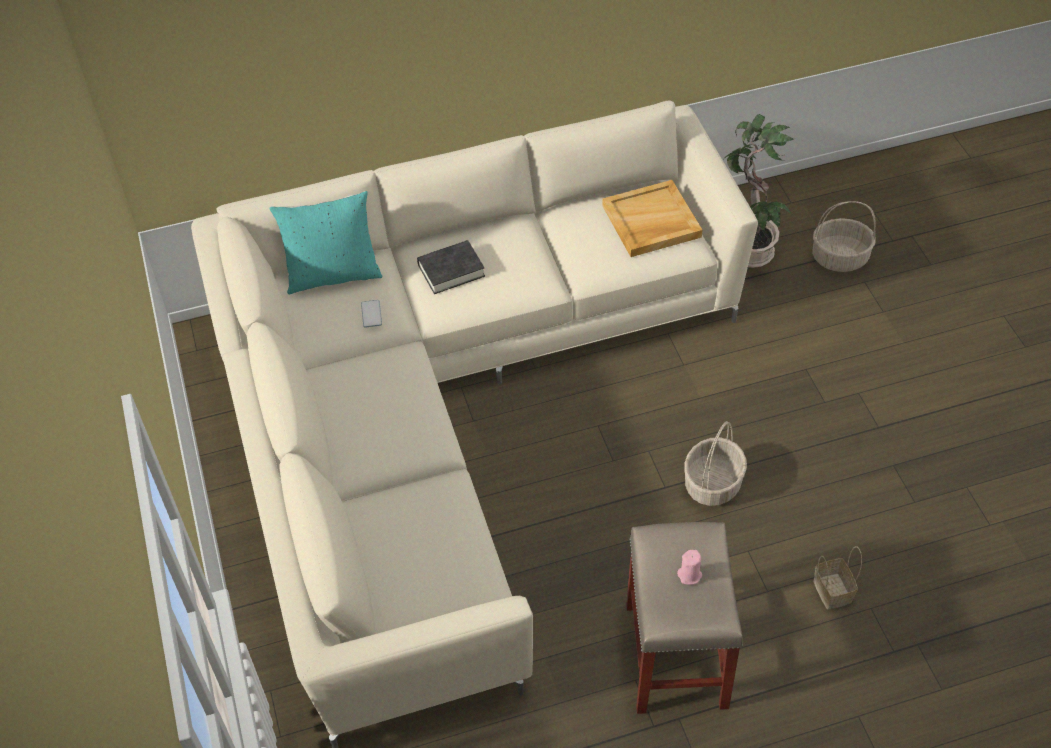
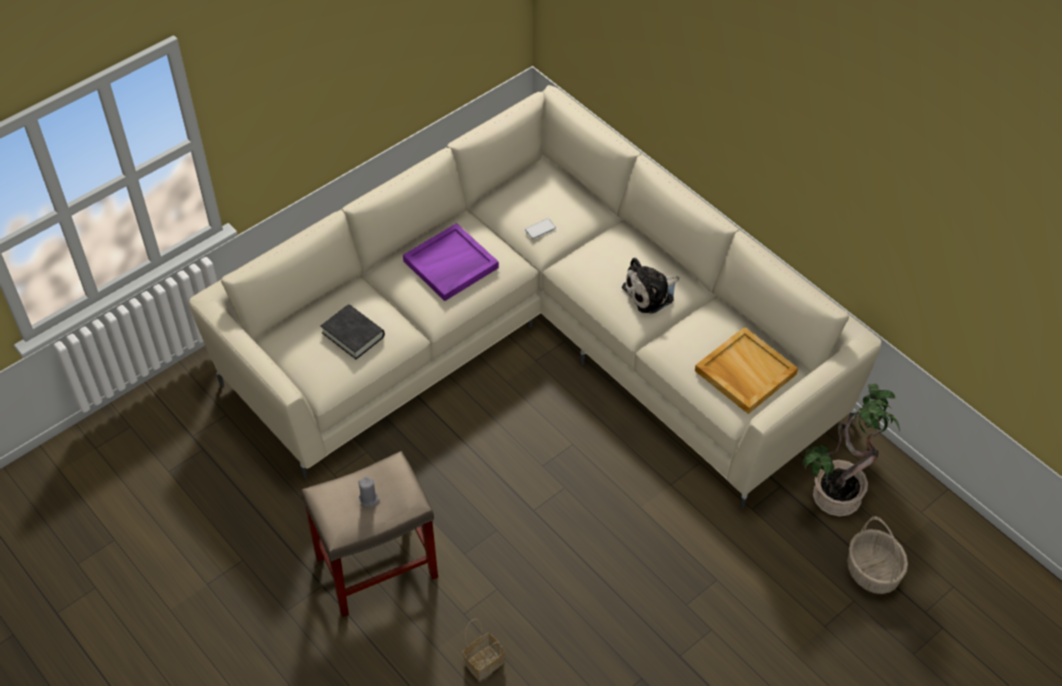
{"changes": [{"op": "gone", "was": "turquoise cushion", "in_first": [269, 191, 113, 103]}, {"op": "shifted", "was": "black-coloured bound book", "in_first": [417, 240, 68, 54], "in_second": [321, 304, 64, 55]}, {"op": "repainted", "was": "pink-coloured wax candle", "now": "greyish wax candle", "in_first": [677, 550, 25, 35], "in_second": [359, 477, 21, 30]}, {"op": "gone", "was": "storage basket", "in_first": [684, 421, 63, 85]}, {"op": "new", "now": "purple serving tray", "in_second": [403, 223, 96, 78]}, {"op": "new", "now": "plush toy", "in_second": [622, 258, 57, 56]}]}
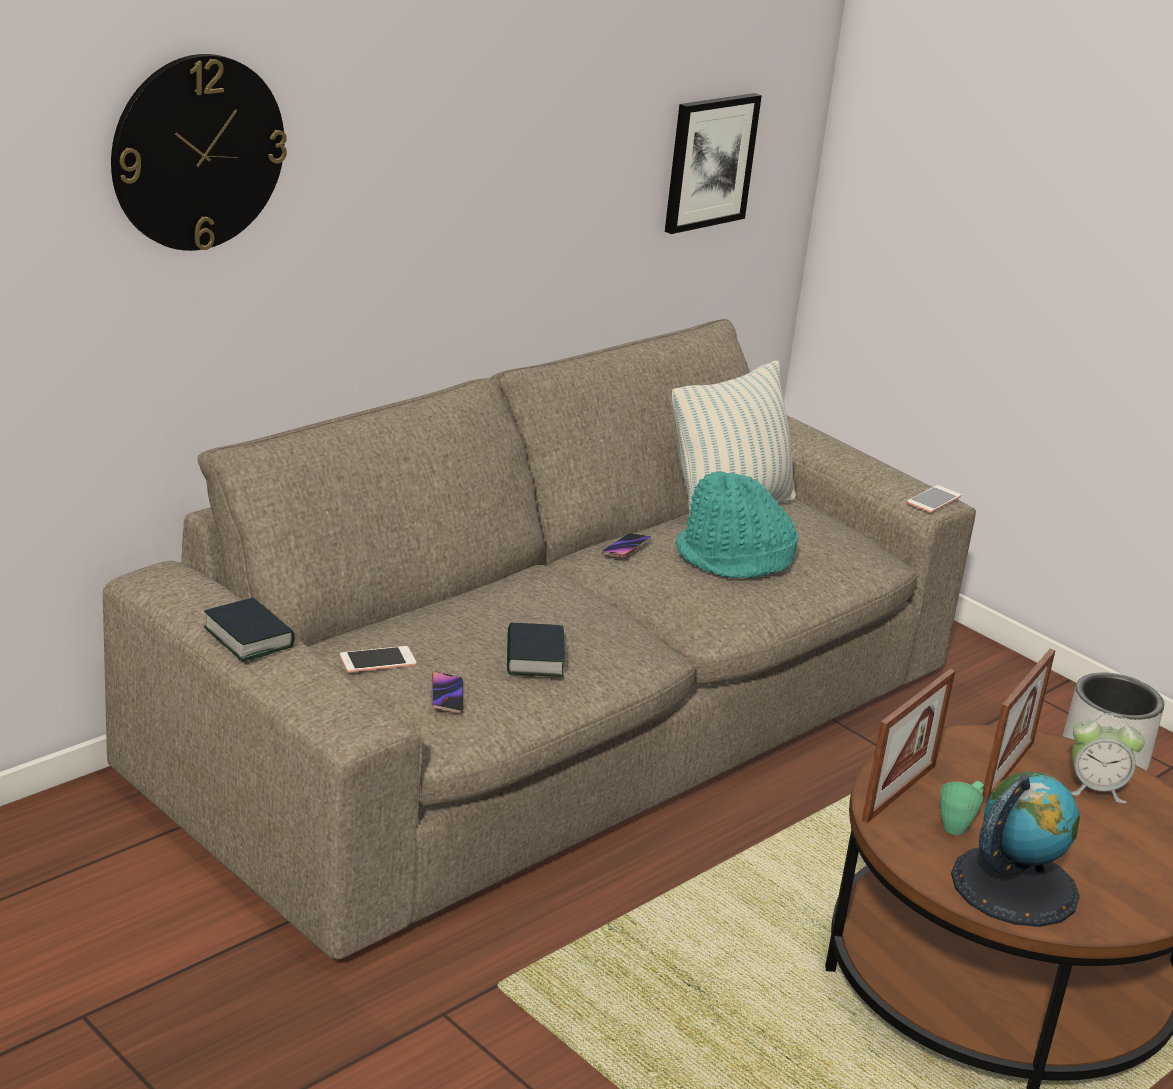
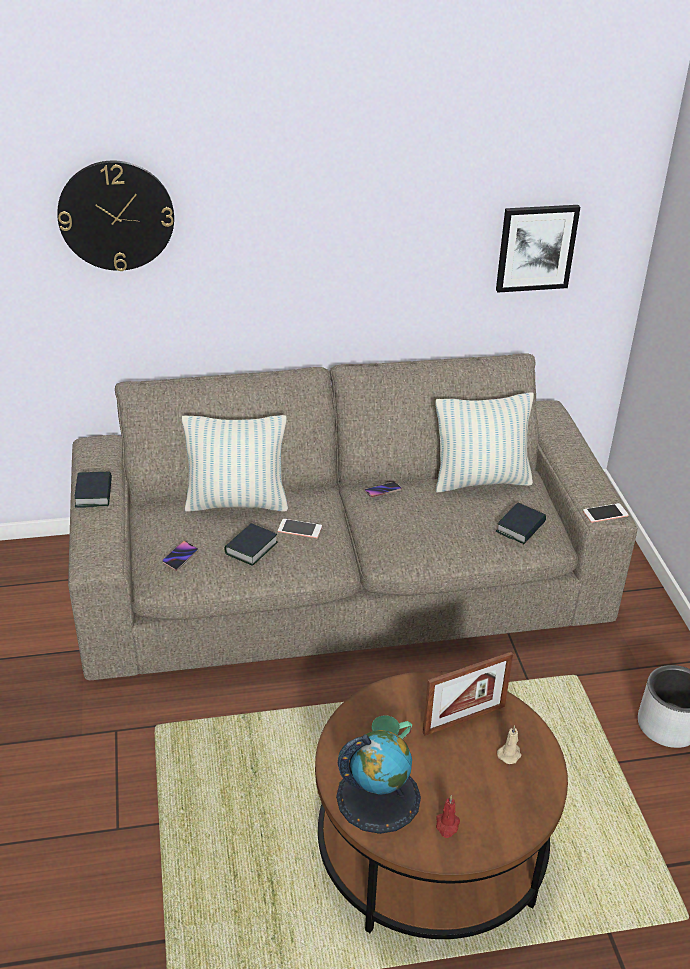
{"changes": [{"op": "shifted", "was": "handset", "in_first": [340, 646, 76, 27], "in_second": [278, 519, 44, 19]}, {"op": "gone", "was": "turquoise clothing hat", "in_first": [676, 472, 122, 106]}, {"op": "gone", "was": "picture frame", "in_first": [862, 669, 93, 154]}, {"op": "swapped", "was": "alarm clock", "now": "beige wax candle", "in_first": [1071, 713, 74, 90], "in_second": [497, 725, 24, 39]}, {"op": "new", "now": "cushion", "in_second": [182, 415, 106, 97]}, {"op": "new", "now": "red wax candle", "in_second": [436, 795, 24, 43]}, {"op": "new", "now": "bound book", "in_second": [496, 503, 50, 41]}]}
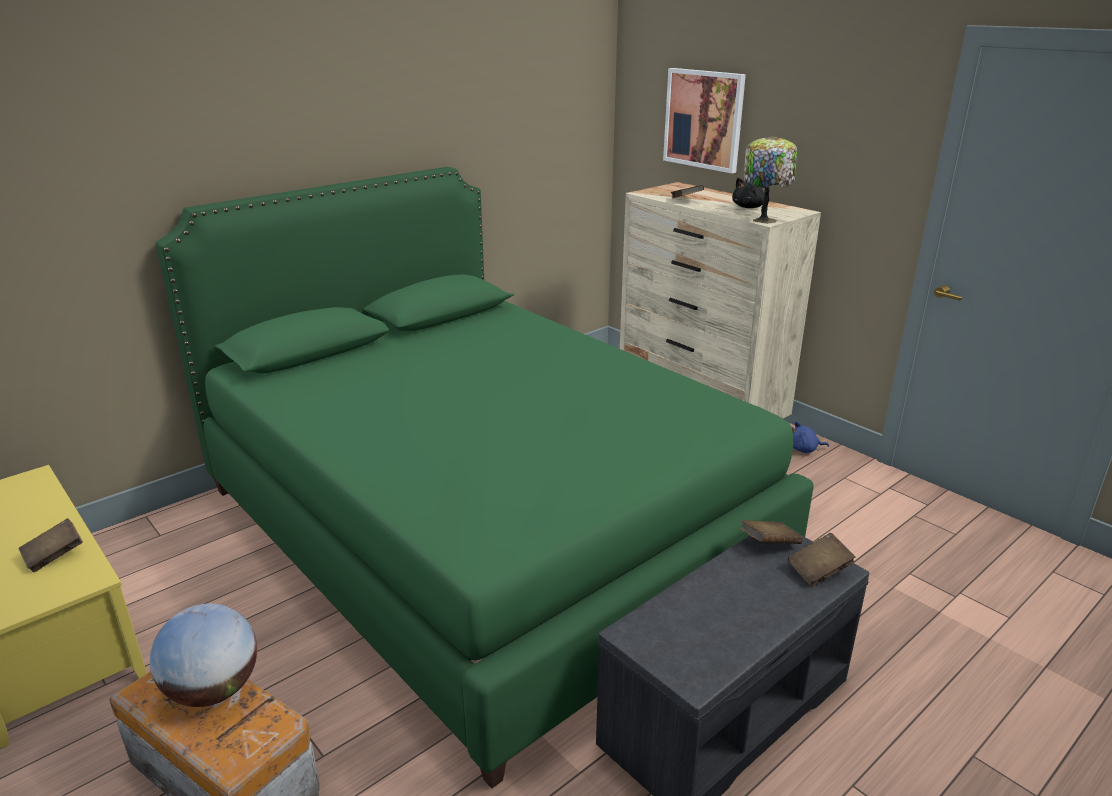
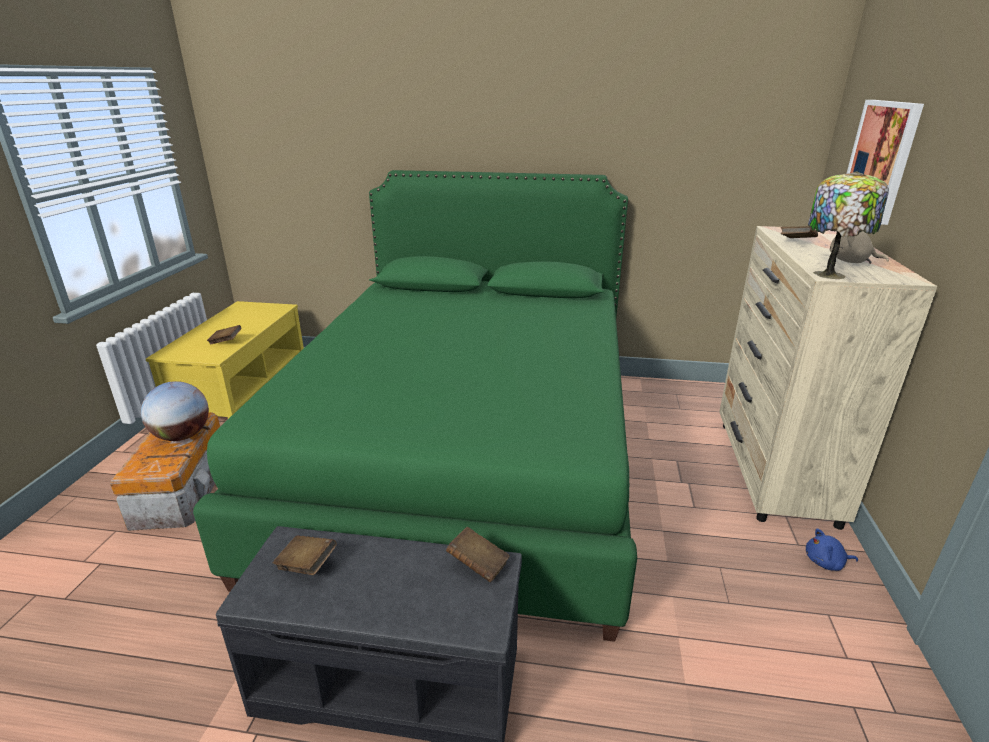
{"changes": [{"op": "repainted", "was": "black-coloured plush toy", "now": "beige plush toy", "in_first": [732, 178, 32, 30], "in_second": [830, 231, 59, 33]}, {"op": "shifted", "was": "brownish bound book", "in_first": [788, 533, 68, 53], "in_second": [273, 535, 64, 40]}, {"op": "rotated", "was": "blue plush toy", "in_first": [792, 421, 37, 32], "in_second": [806, 529, 52, 42], "clockwise": -45}]}
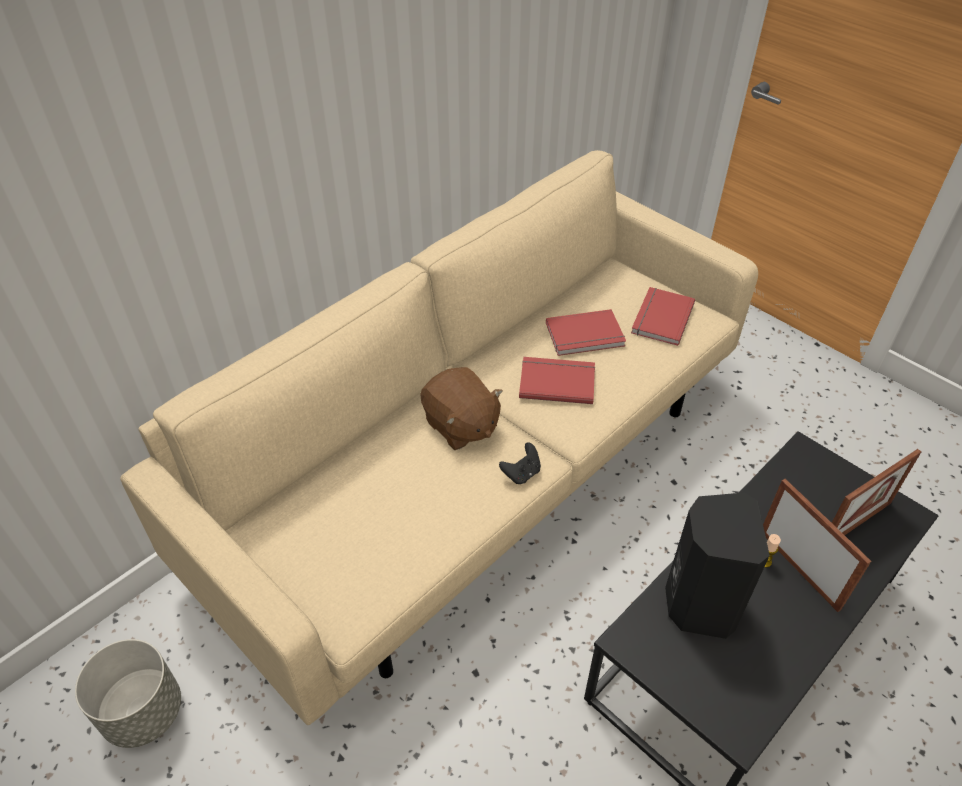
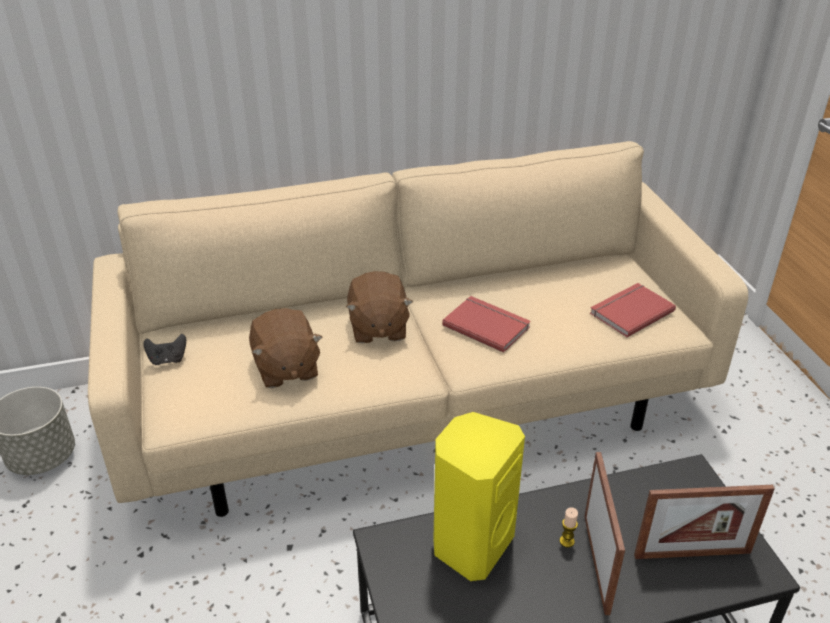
{"changes": [{"op": "shifted", "was": "black-coloured game controller", "in_first": [499, 443, 42, 41], "in_second": [143, 334, 43, 31]}, {"op": "gone", "was": "red bound book", "in_first": [546, 309, 80, 47]}, {"op": "repainted", "was": "black-coloured speaker", "now": "yellow-coloured speaker", "in_first": [665, 492, 105, 147], "in_second": [433, 412, 92, 169]}, {"op": "new", "now": "brownish plush toy", "in_second": [249, 308, 73, 80]}]}
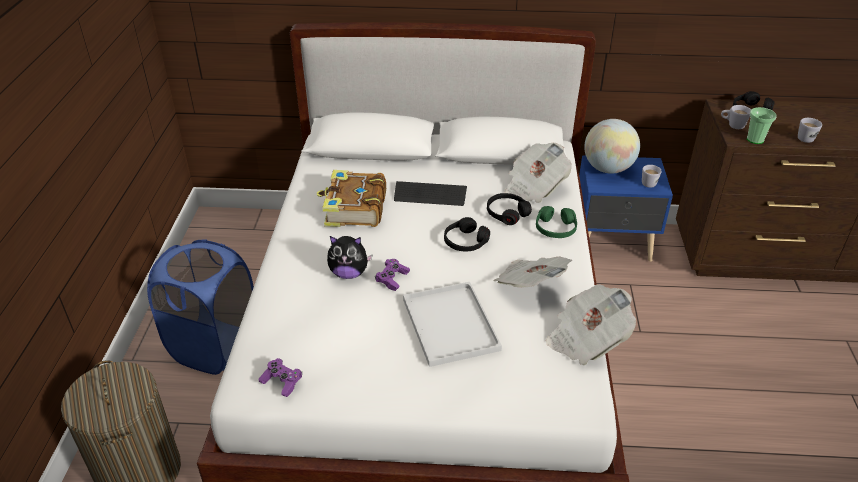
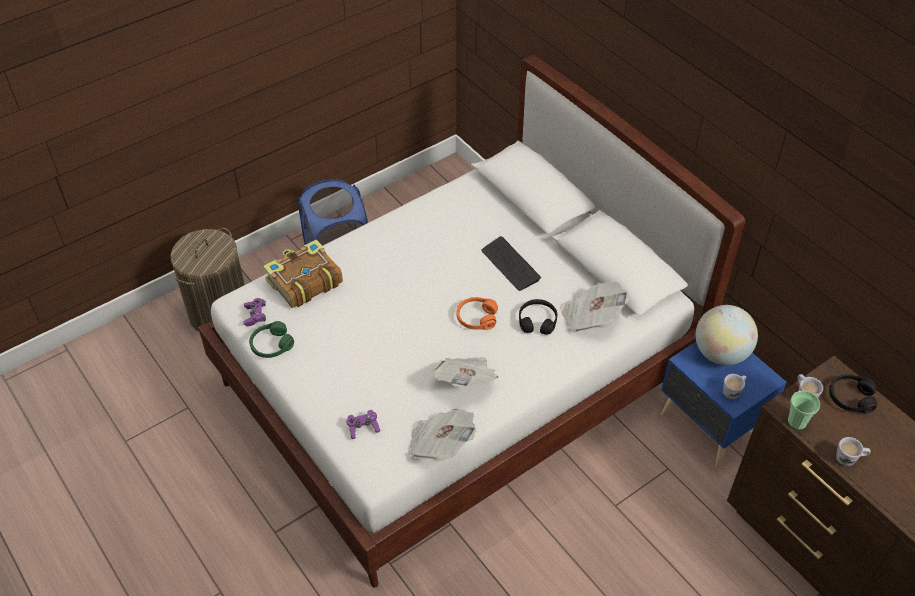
{"changes": [{"op": "shifted", "was": "bound book", "in_first": [316, 170, 70, 57], "in_second": [263, 239, 80, 69]}, {"op": "gone", "was": "plush toy", "in_first": [327, 236, 46, 43]}, {"op": "shifted", "was": "purple game controller", "in_first": [375, 259, 35, 32], "in_second": [346, 410, 35, 29]}, {"op": "gone", "was": "whitish serving tray", "in_first": [403, 282, 99, 85]}, {"op": "repainted", "was": "black-coloured headset", "now": "orange headset", "in_first": [444, 217, 46, 34], "in_second": [457, 297, 41, 33]}, {"op": "shifted", "was": "green-coloured headset", "in_first": [536, 206, 41, 32], "in_second": [249, 321, 45, 37]}]}
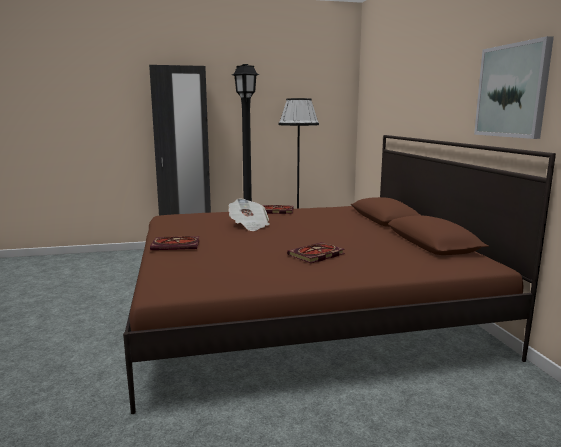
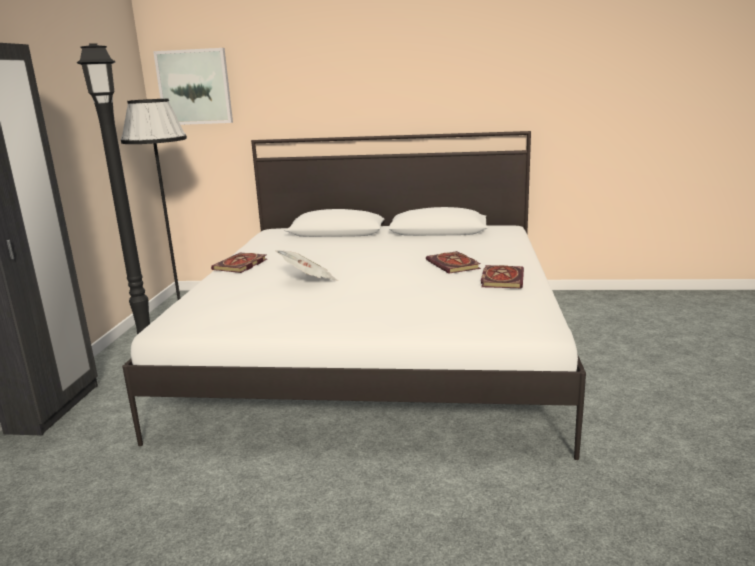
{"changes": [{"op": "repainted", "was": "brownish bed", "now": "whitish bed", "in_first": [123, 135, 433, 279], "in_second": [122, 131, 464, 329]}, {"op": "shifted", "was": "bound book", "in_first": [150, 236, 49, 14], "in_second": [481, 265, 43, 23]}, {"op": "shifted", "was": "wall art", "in_first": [474, 36, 80, 103], "in_second": [153, 48, 80, 77]}]}
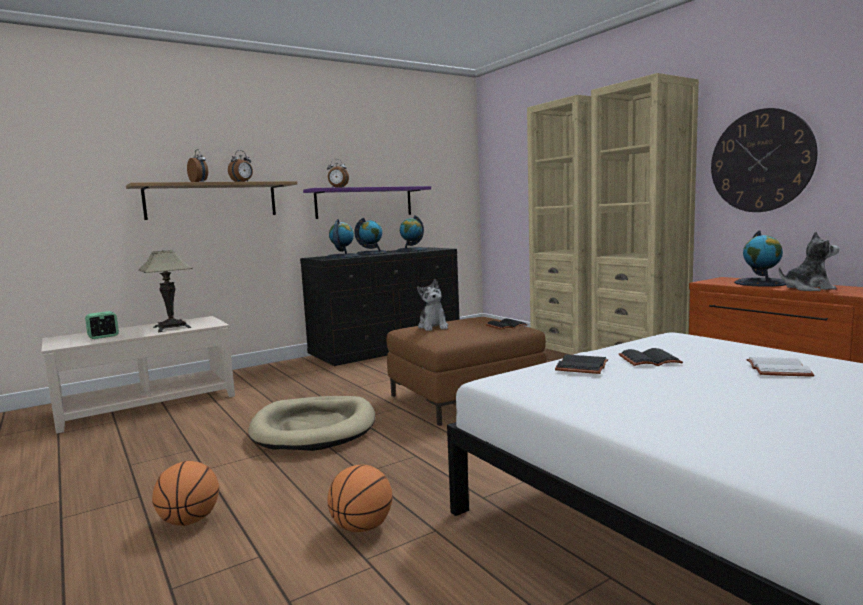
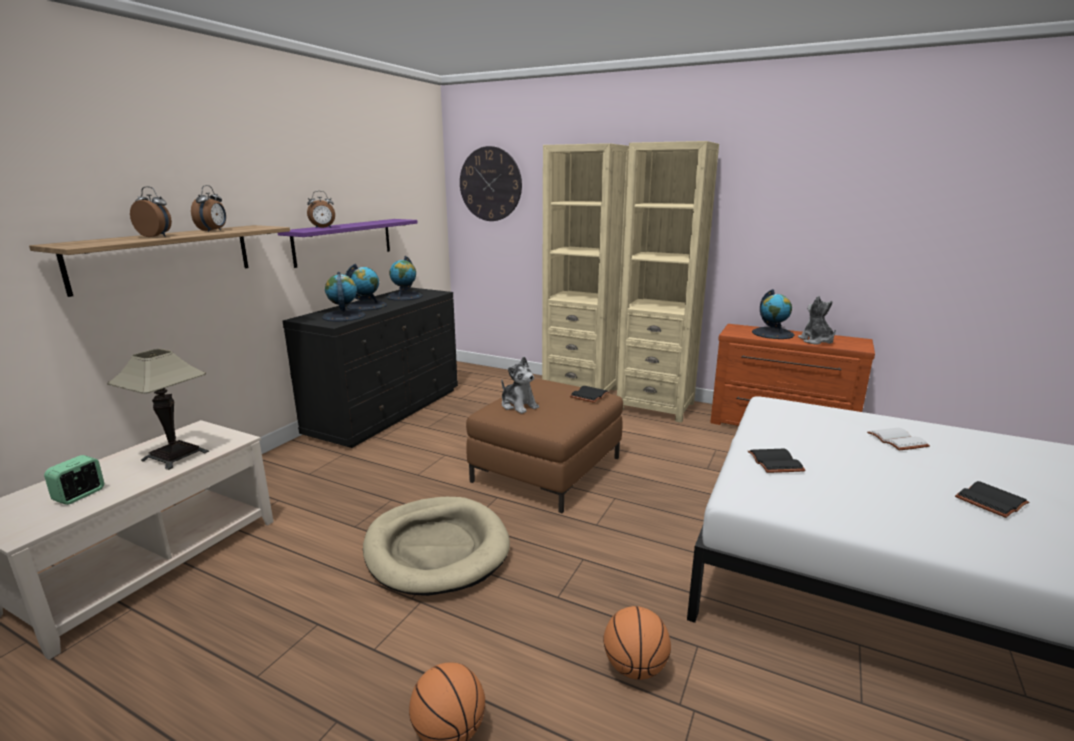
{"changes": [{"op": "shifted", "was": "black-coloured bound book", "in_first": [619, 348, 64, 18], "in_second": [955, 481, 75, 37]}, {"op": "shifted", "was": "wall clock", "in_first": [711, 108, 107, 104], "in_second": [460, 146, 62, 75]}, {"op": "rotated", "was": "plush toy", "in_first": [779, 231, 60, 60], "in_second": [798, 296, 38, 49], "clockwise": -75}]}
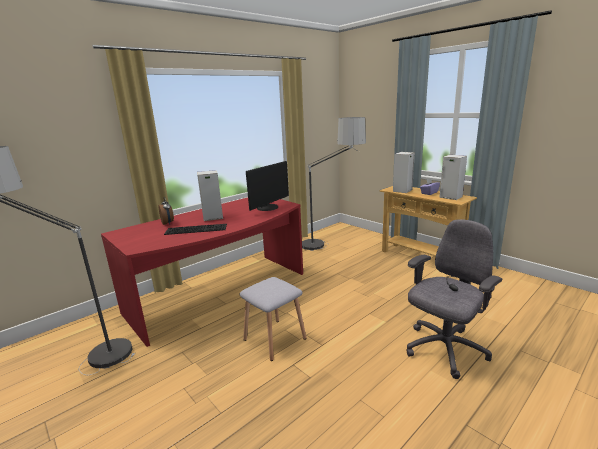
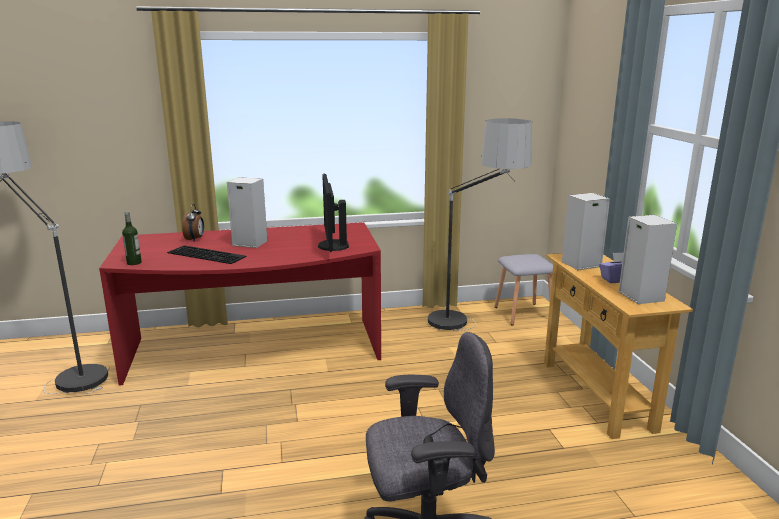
{"changes": [{"op": "shifted", "was": "greyish sitting stool", "in_first": [240, 277, 66, 84], "in_second": [494, 254, 59, 72]}, {"op": "rotated", "was": "computer screen", "in_first": [246, 161, 43, 50], "in_second": [318, 173, 31, 79], "clockwise": 105}, {"op": "new", "now": "bottle", "in_second": [122, 211, 20, 54]}]}
